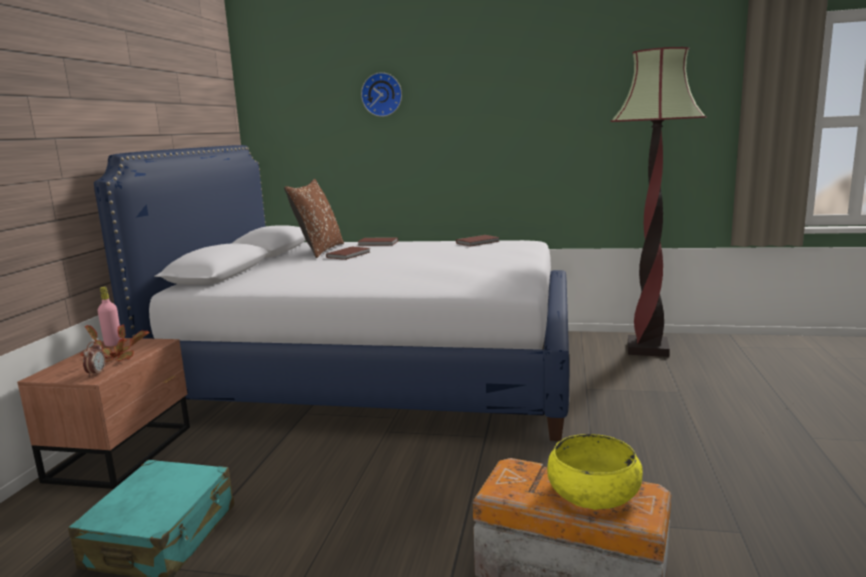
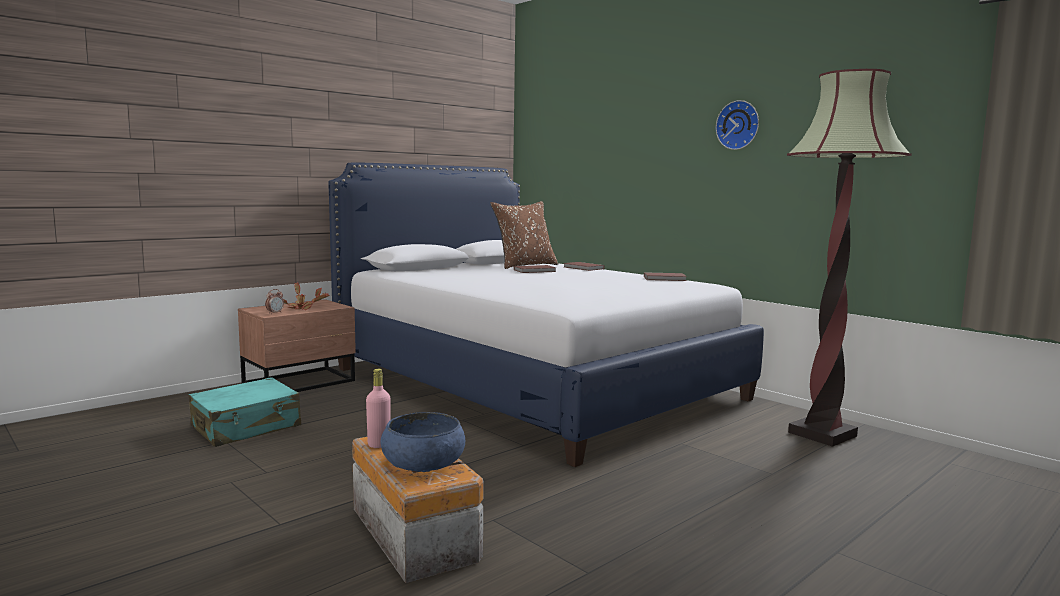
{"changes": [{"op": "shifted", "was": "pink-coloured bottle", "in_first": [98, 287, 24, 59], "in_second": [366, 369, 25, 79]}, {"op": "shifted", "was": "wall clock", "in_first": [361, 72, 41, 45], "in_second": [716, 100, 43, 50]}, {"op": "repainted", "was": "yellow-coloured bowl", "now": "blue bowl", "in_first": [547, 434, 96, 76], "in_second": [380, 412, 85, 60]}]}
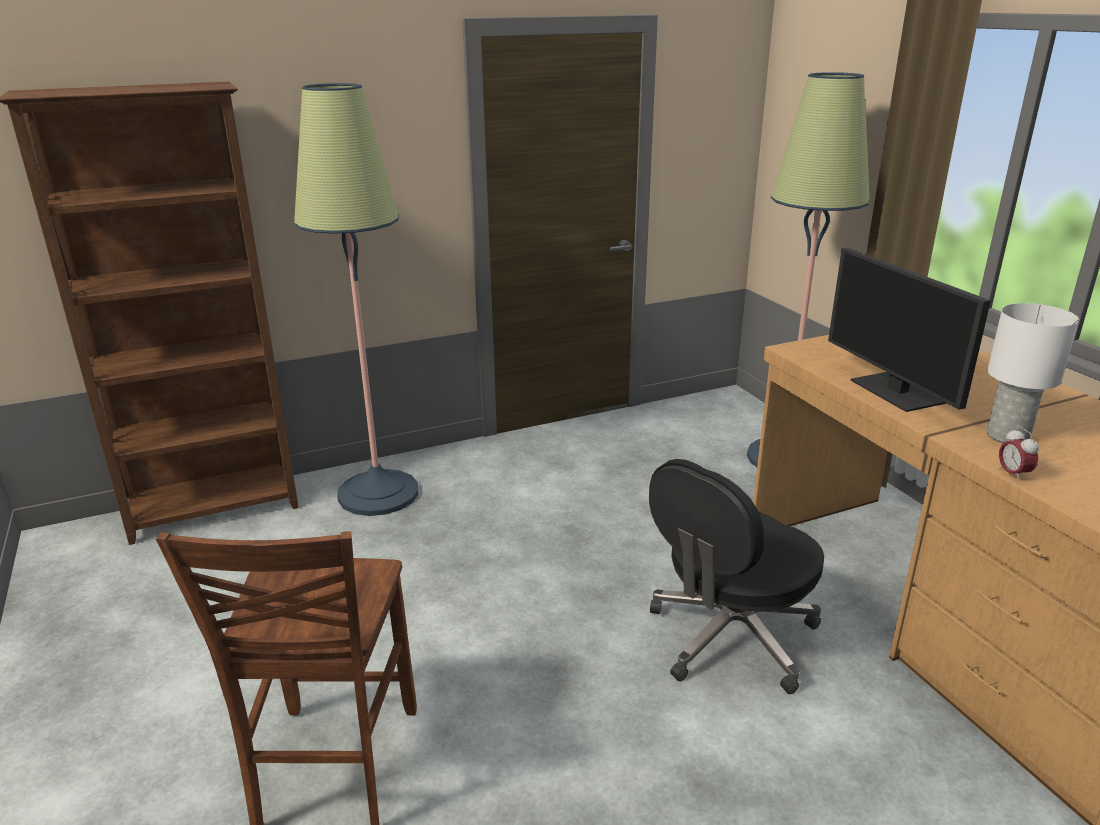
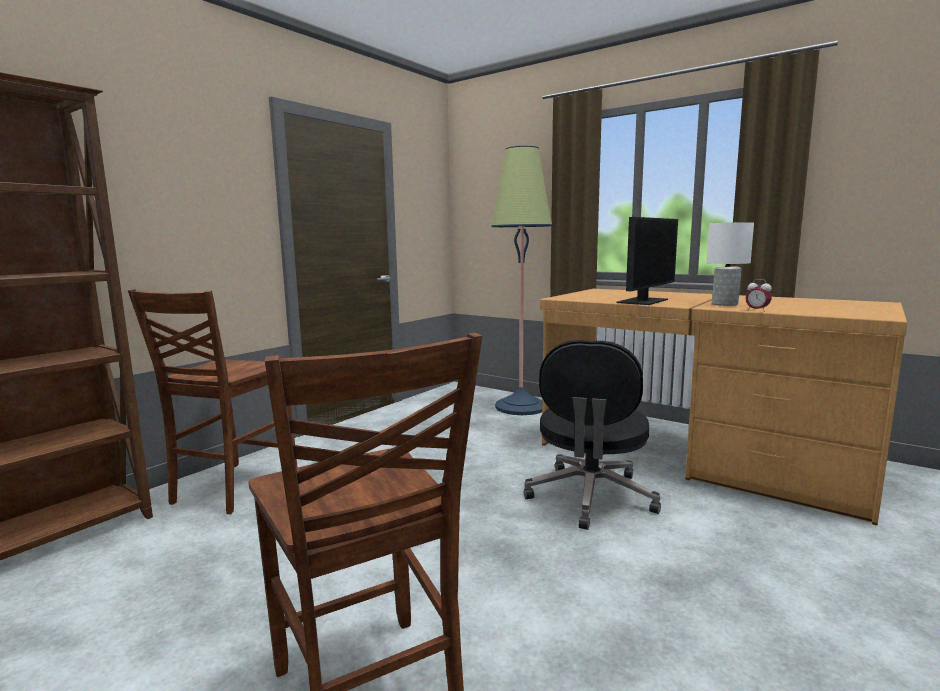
{"changes": [{"op": "swapped", "was": "standing lamp", "now": "brownish upright chair", "in_first": [294, 83, 124, 433], "in_second": [128, 289, 170, 225]}, {"op": "rotated", "was": "computer screen", "in_first": [828, 248, 163, 164], "in_second": [616, 217, 62, 88], "clockwise": -90}]}
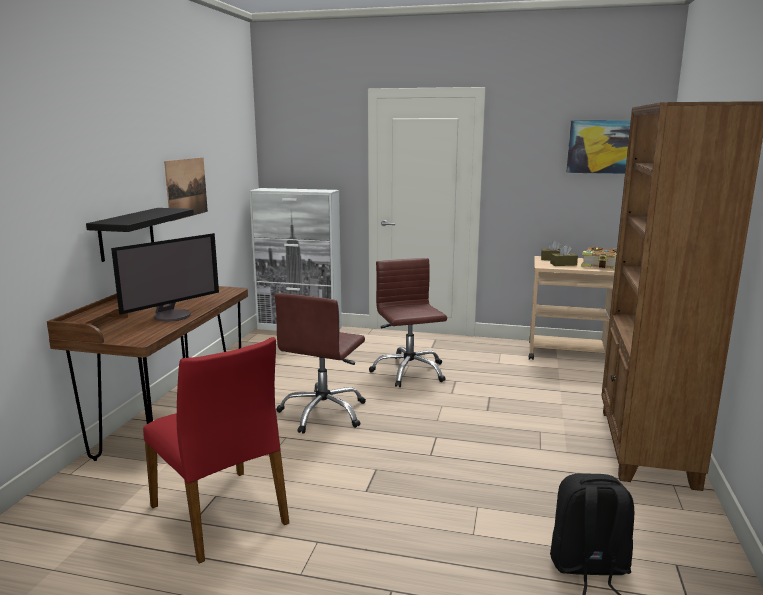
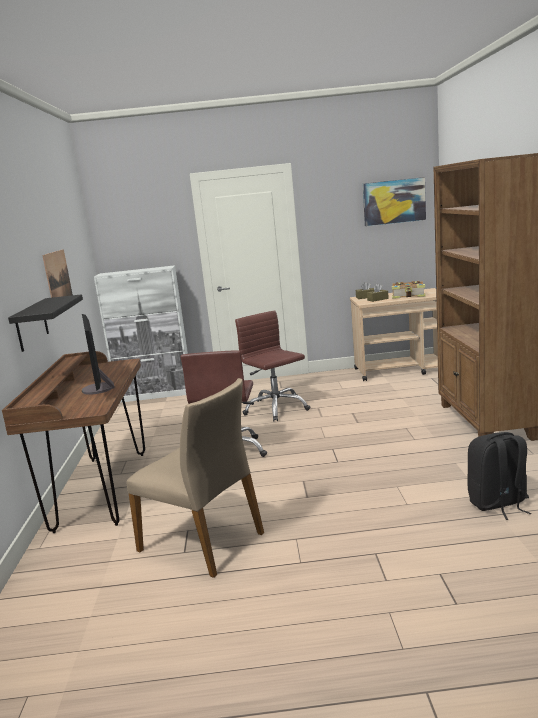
{"changes": [{"op": "rotated", "was": "computer screen", "in_first": [111, 233, 108, 89], "in_second": [82, 314, 33, 81], "clockwise": 135}, {"op": "repainted", "was": "red upright chair", "now": "beige upright chair", "in_first": [143, 337, 146, 226], "in_second": [126, 378, 138, 200]}]}
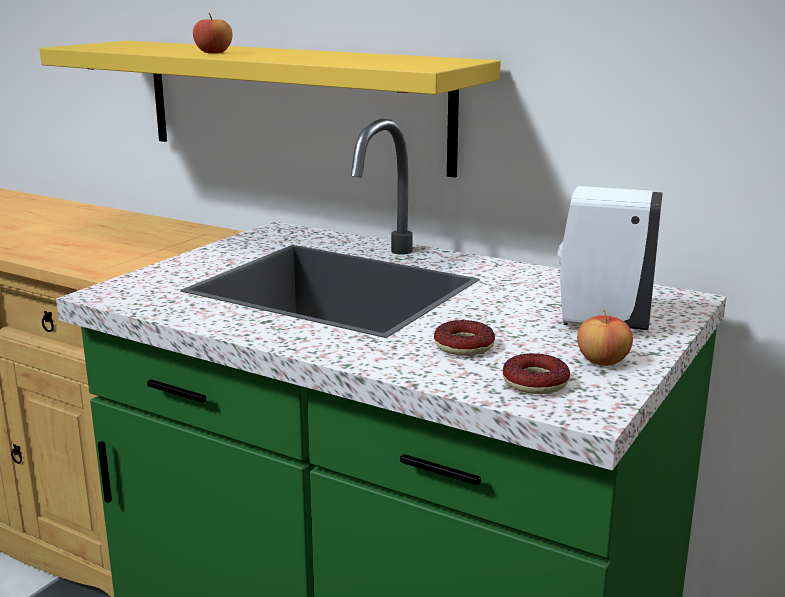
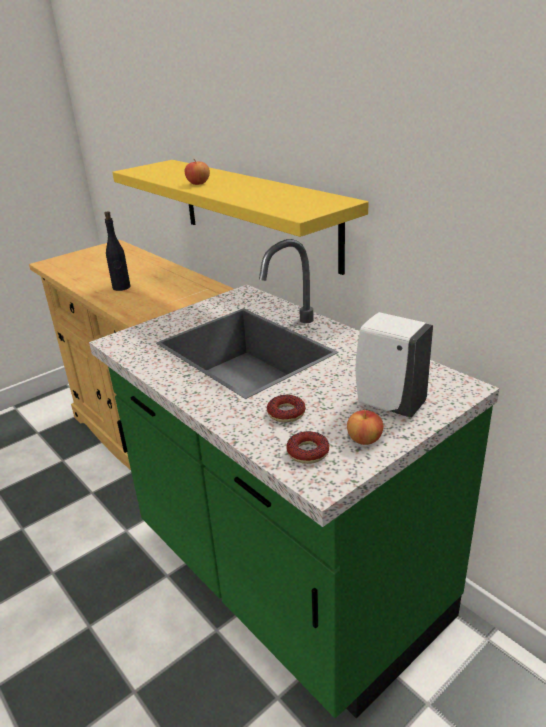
{"changes": [{"op": "new", "now": "black-coloured bottle", "in_second": [104, 211, 26, 80]}]}
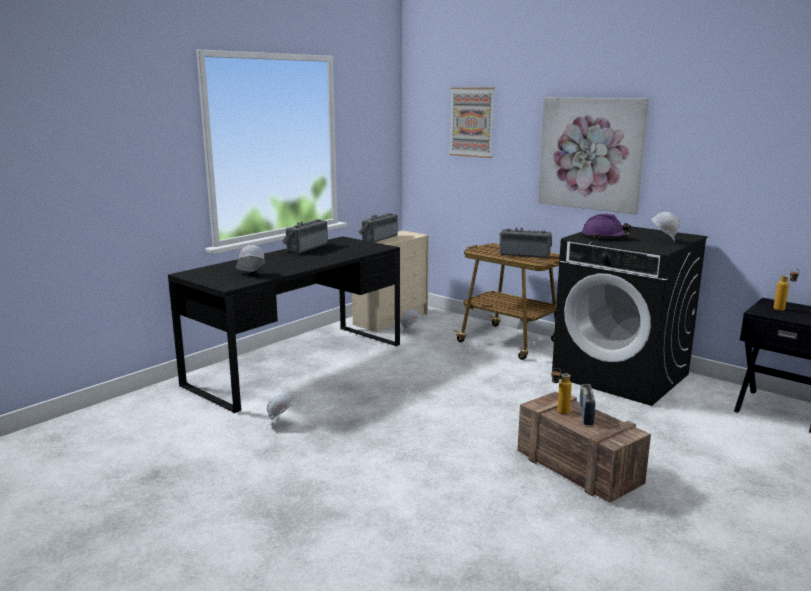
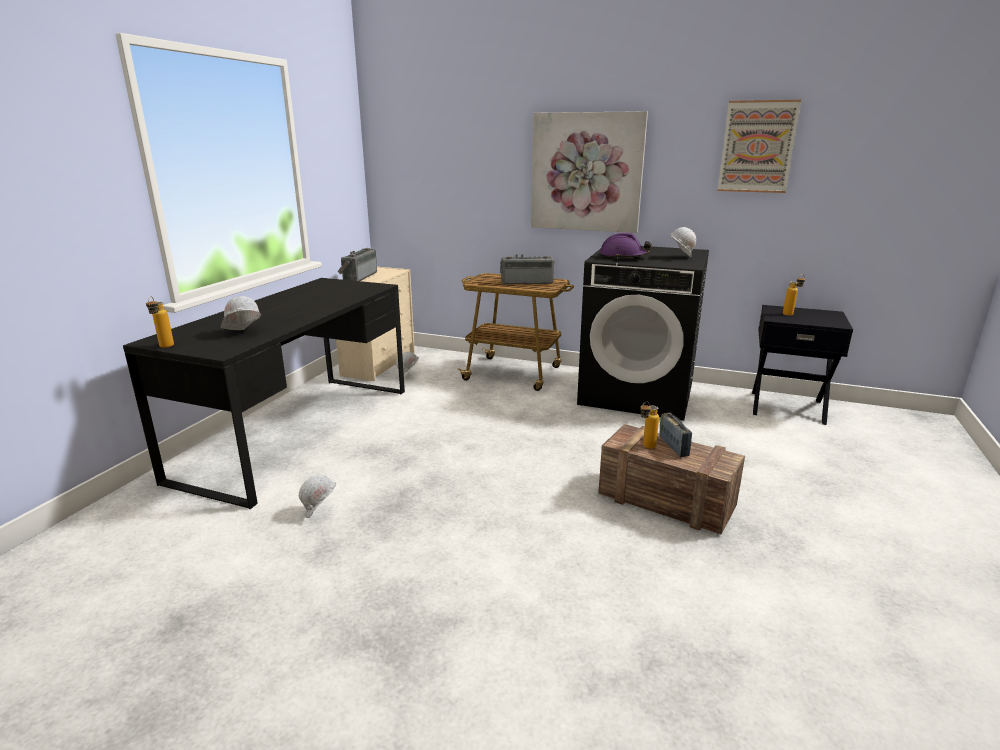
{"changes": [{"op": "gone", "was": "radio set", "in_first": [282, 219, 46, 35]}, {"op": "shifted", "was": "wall art", "in_first": [449, 88, 46, 70], "in_second": [718, 100, 83, 93]}, {"op": "new", "now": "bottle", "in_second": [146, 296, 28, 52]}]}
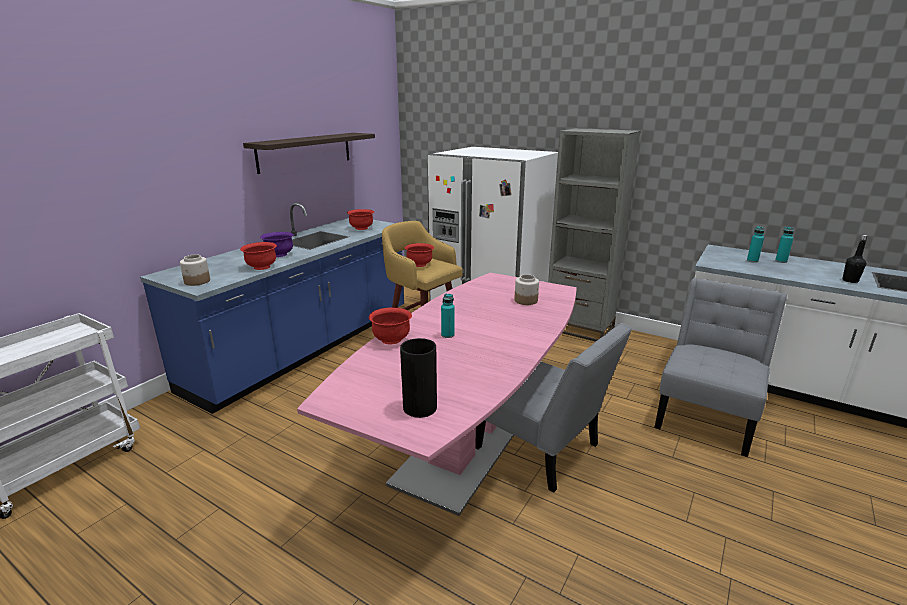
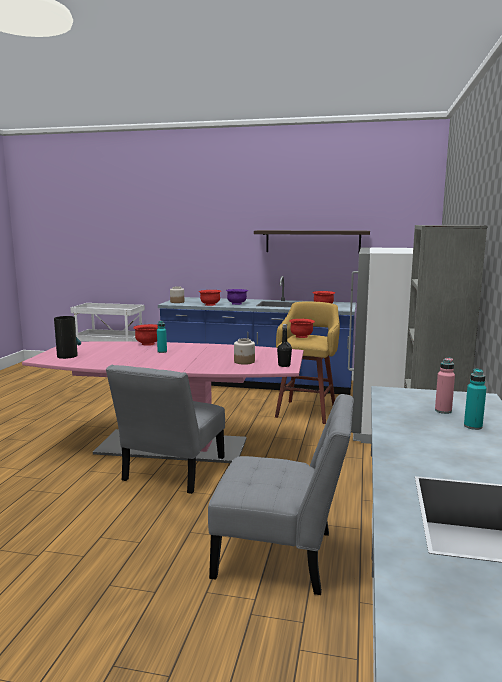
{"changes": [{"op": "repainted", "was": "turquoise bottle", "now": "pink-coloured bottle", "in_first": [747, 226, 17, 37], "in_second": [435, 358, 20, 56]}, {"op": "shifted", "was": "black-coloured bottle", "in_first": [842, 235, 26, 48], "in_second": [277, 324, 15, 43]}]}
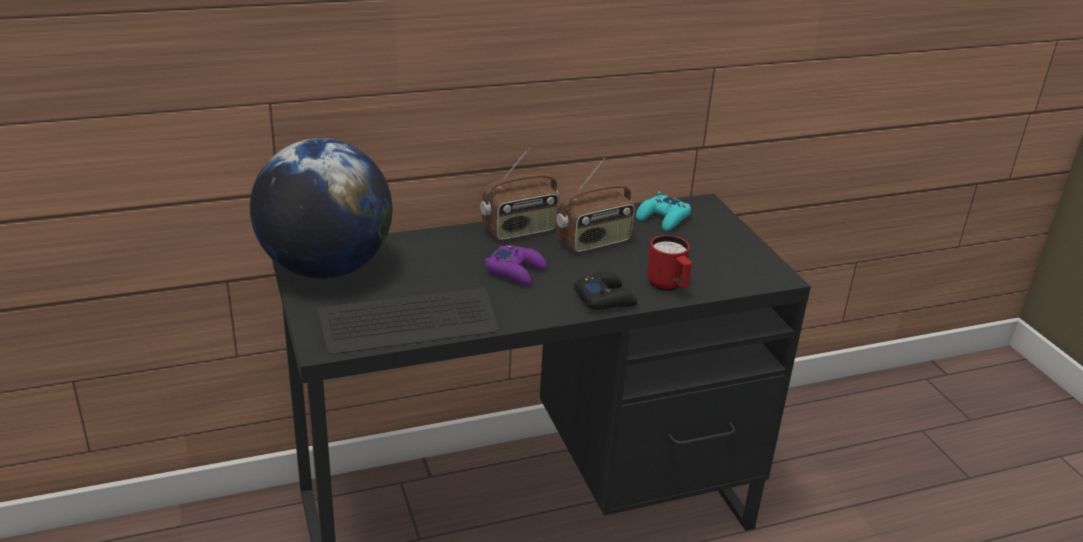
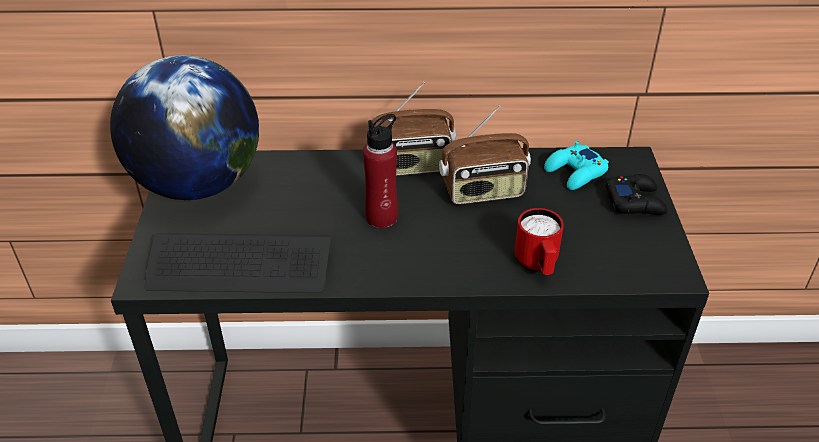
{"changes": [{"op": "swapped", "was": "purple game controller", "now": "red bottle", "in_first": [485, 245, 62, 41], "in_second": [363, 114, 35, 114]}, {"op": "shifted", "was": "black-coloured game controller", "in_first": [574, 272, 63, 38], "in_second": [605, 174, 63, 41]}]}
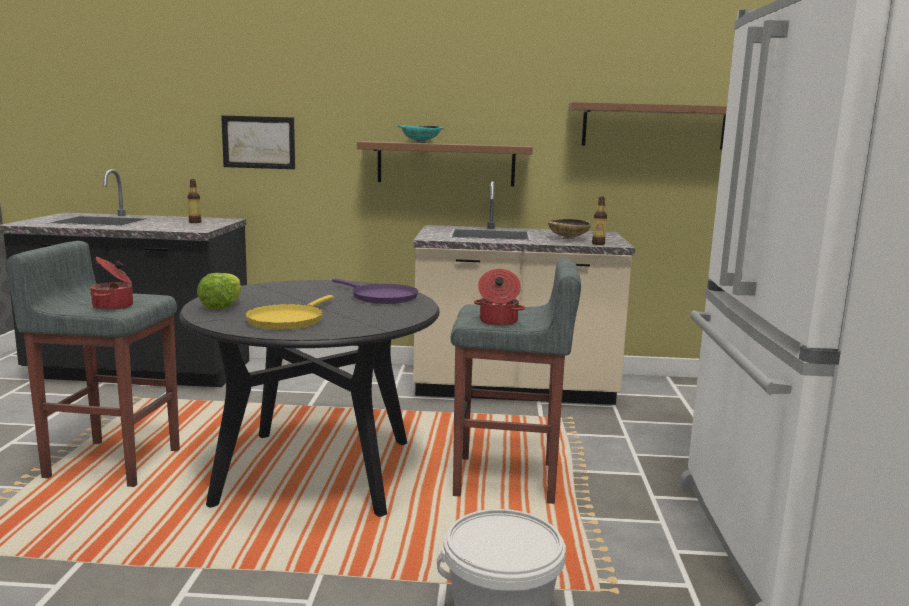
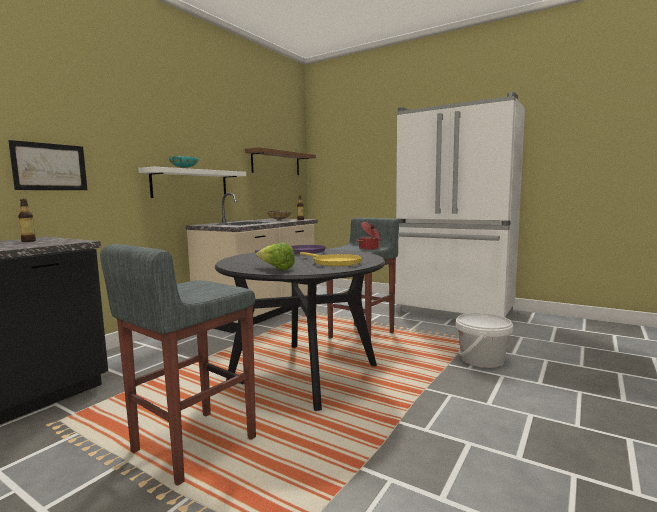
{"changes": [{"op": "gone", "was": "cooking pot", "in_first": [90, 257, 43, 53]}, {"op": "repainted", "was": "brownish wall shelf", "now": "whitish wall shelf", "in_first": [357, 141, 176, 45], "in_second": [138, 167, 108, 31]}]}
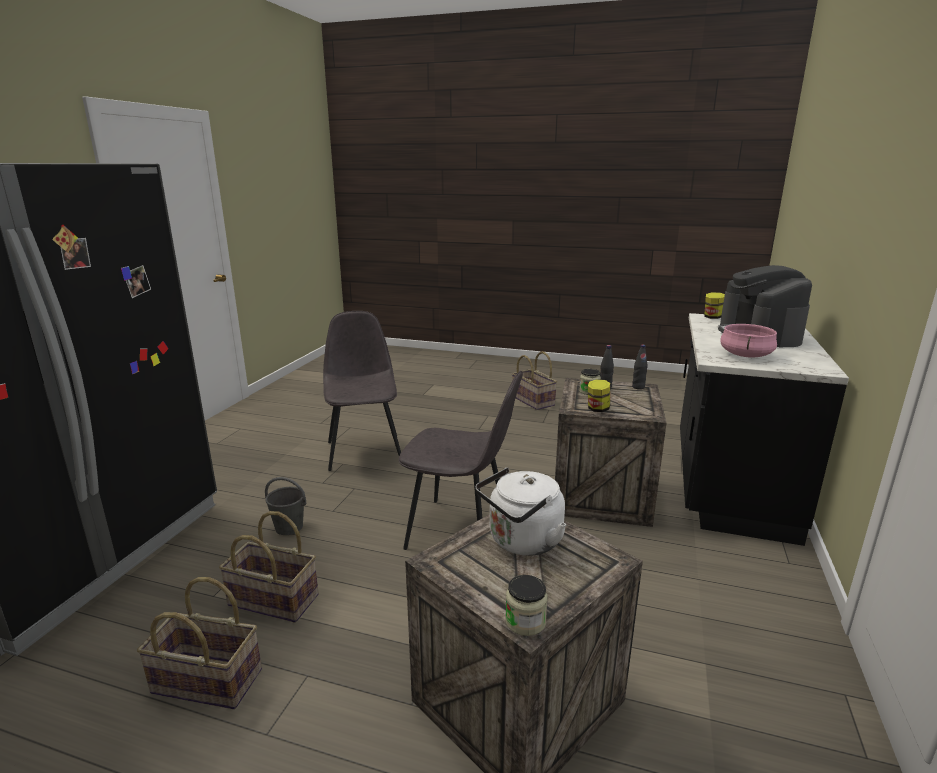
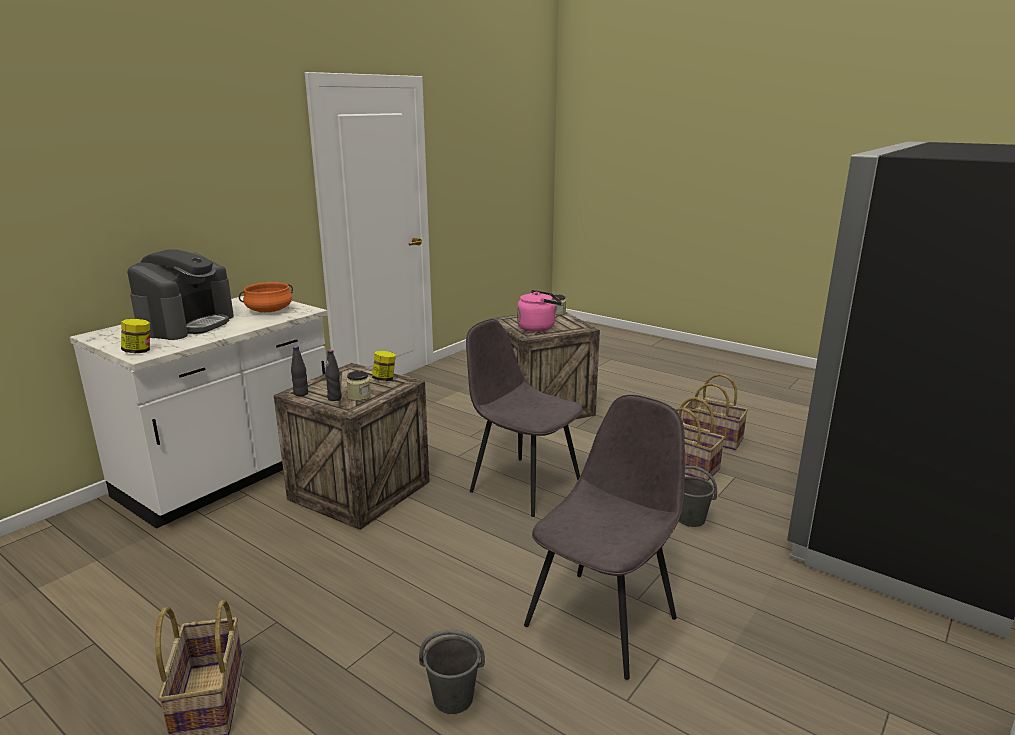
{"changes": [{"op": "rotated", "was": "greyish upright chair", "in_first": [323, 311, 78, 160], "in_second": [524, 395, 161, 285], "clockwise": -150}, {"op": "repainted", "was": "whitish tea kettle", "now": "pink-coloured tea kettle", "in_first": [475, 467, 91, 89], "in_second": [517, 290, 45, 42]}, {"op": "repainted", "was": "black-coloured counter", "now": "whitish counter", "in_first": [680, 313, 169, 233], "in_second": [70, 296, 258, 233]}, {"op": "repainted", "was": "pink-coloured cooking pot", "now": "orange cooking pot", "in_first": [720, 324, 57, 34], "in_second": [239, 282, 54, 30]}, {"op": "new", "now": "greyish water bucket", "in_second": [419, 630, 66, 84]}]}
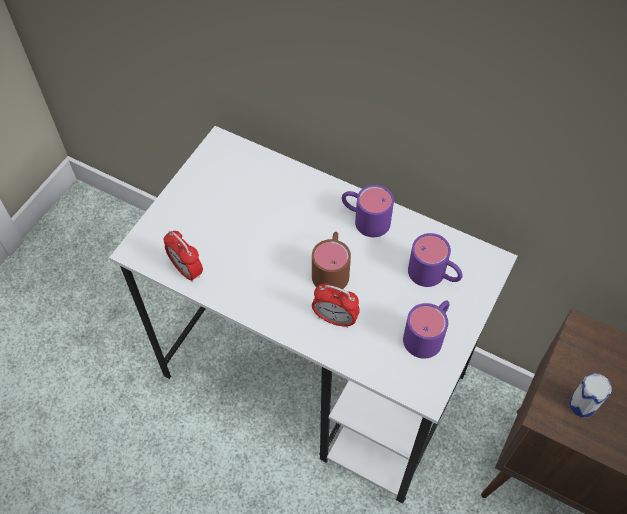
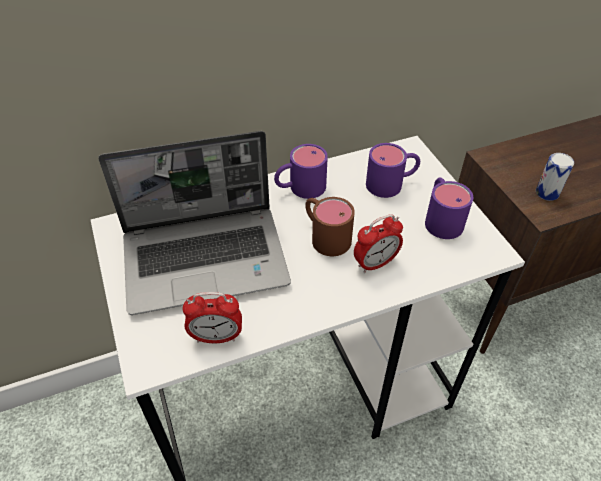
{"changes": [{"op": "new", "now": "notebook computer", "in_second": [98, 131, 193, 184]}]}
